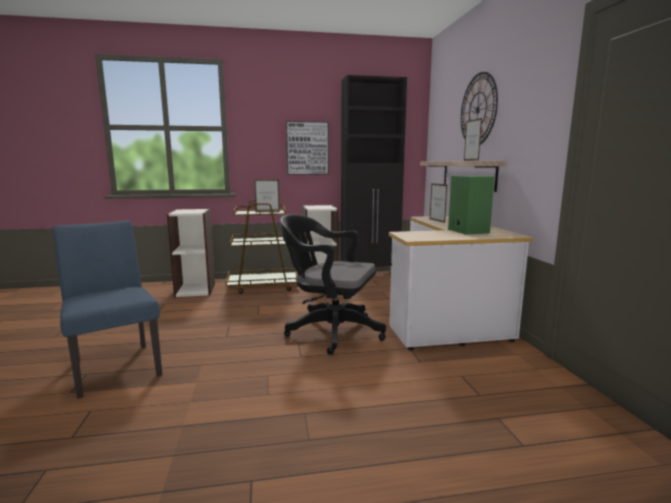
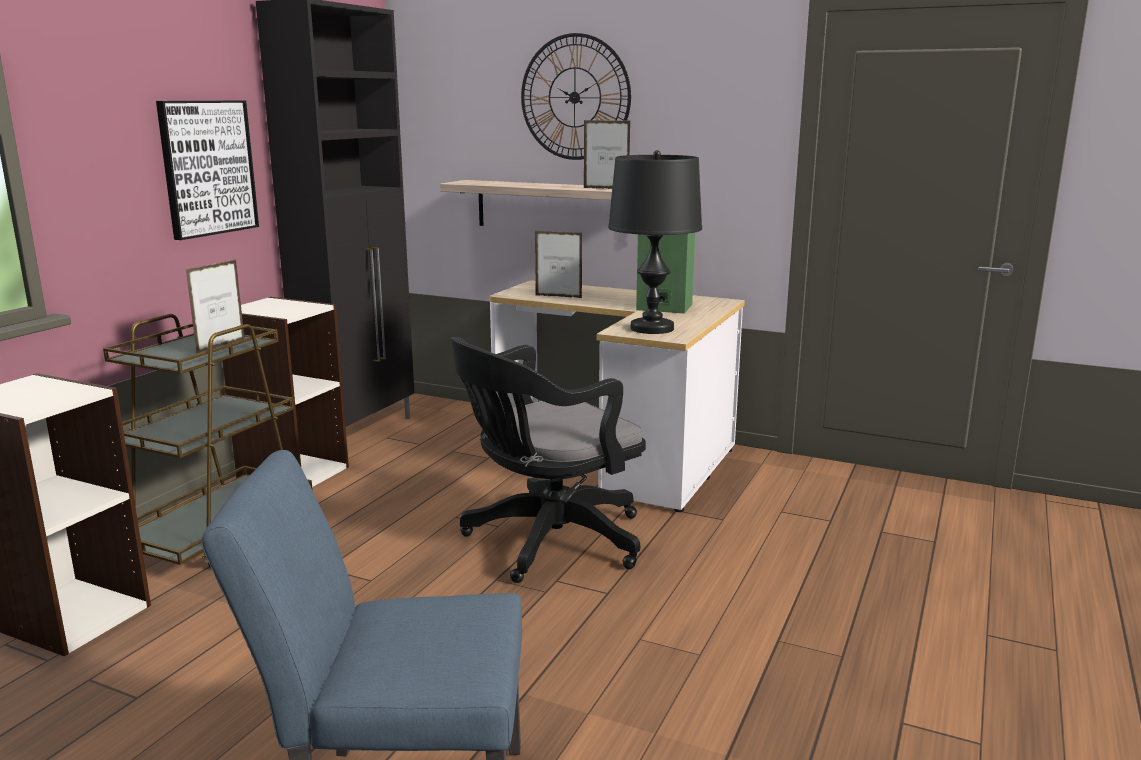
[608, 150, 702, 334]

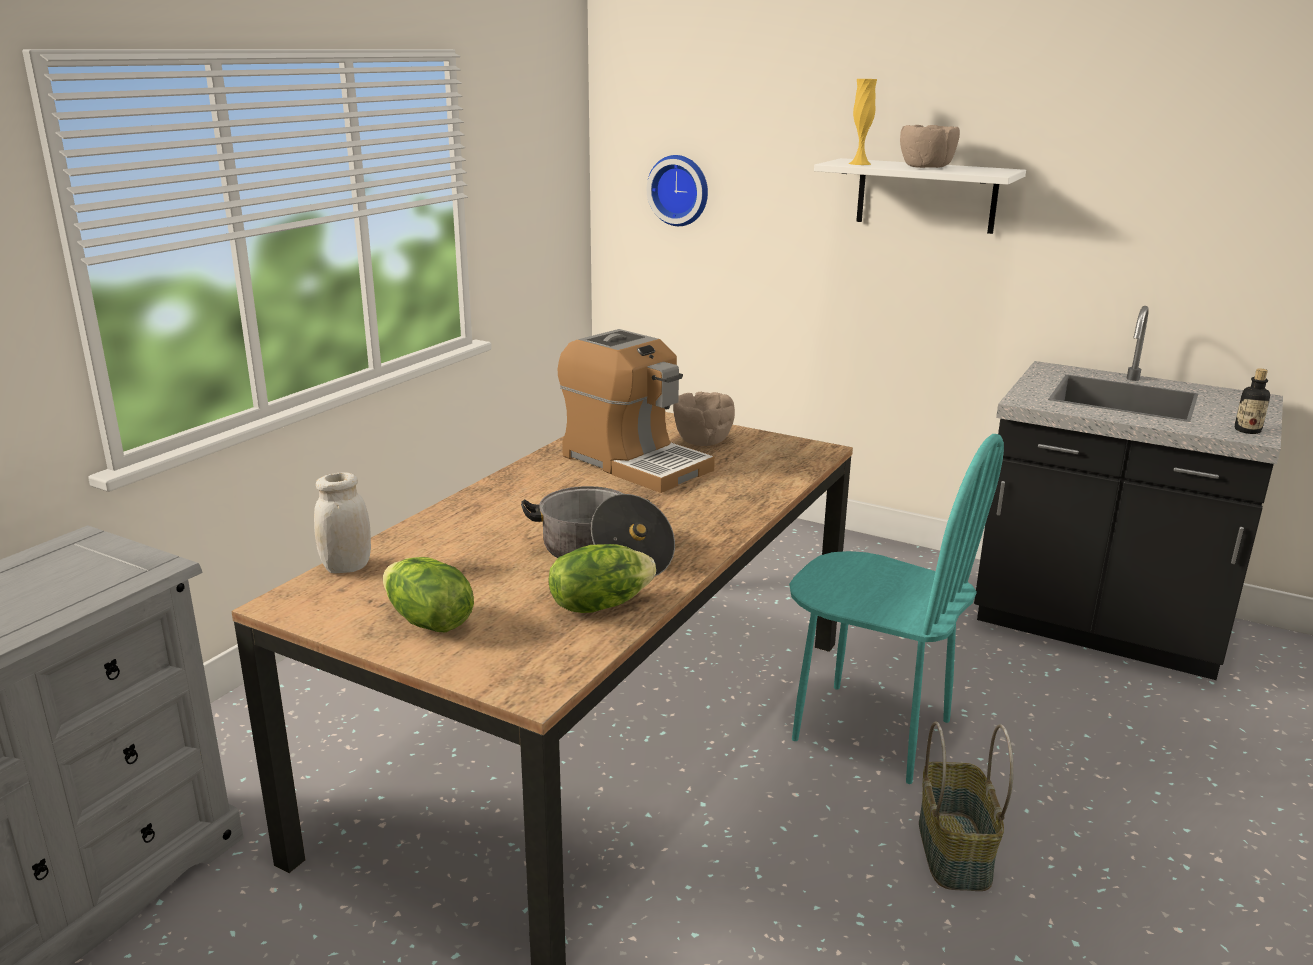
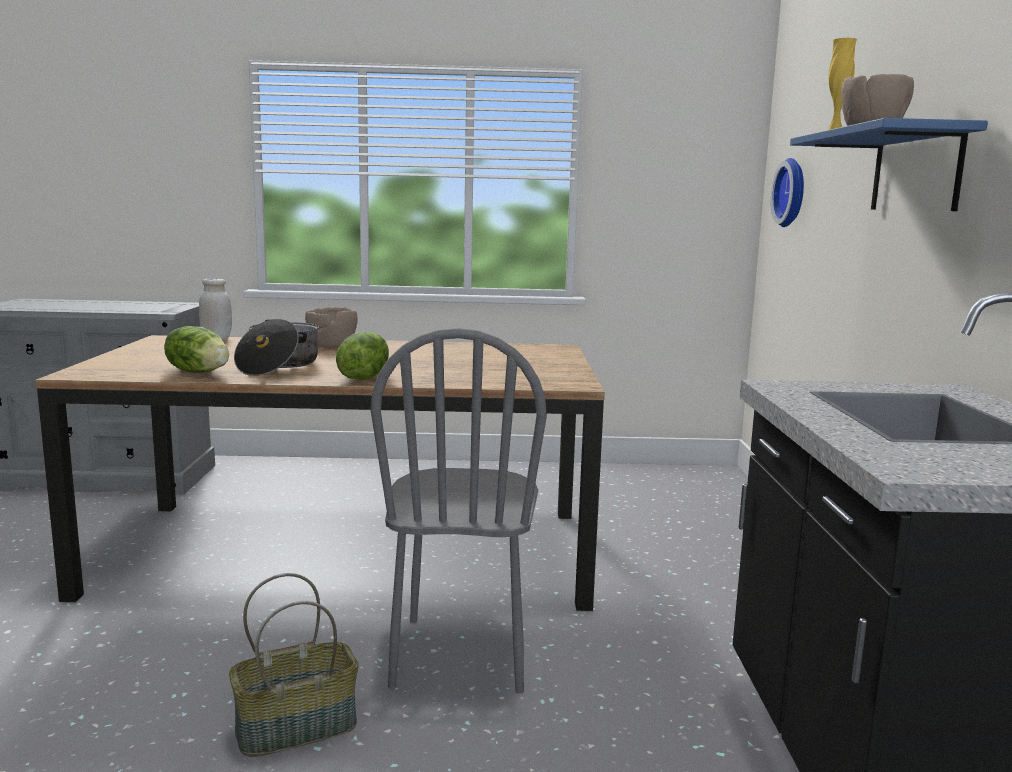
[790, 118, 988, 211]
[558, 329, 715, 493] (first image)
[1235, 368, 1270, 434] (first image)
[305, 307, 358, 347]
[371, 328, 547, 693]
[336, 332, 389, 380]

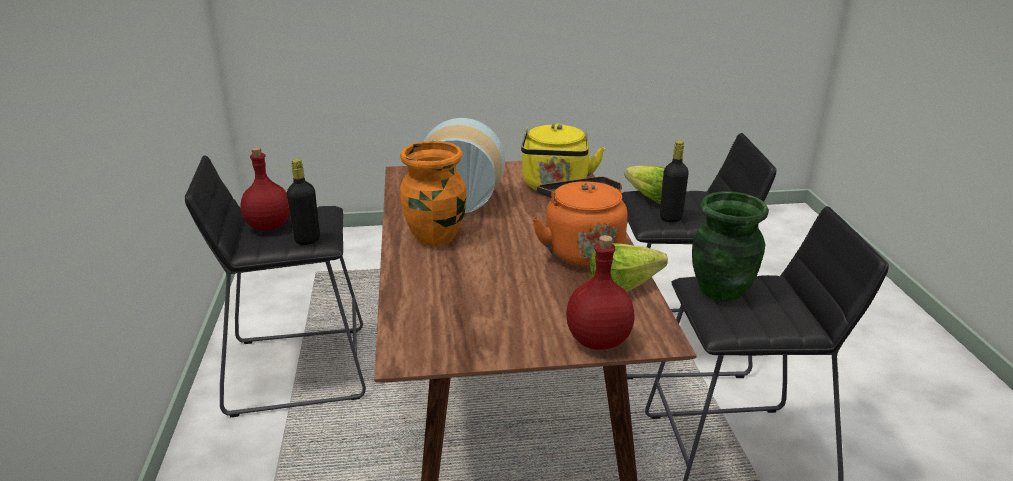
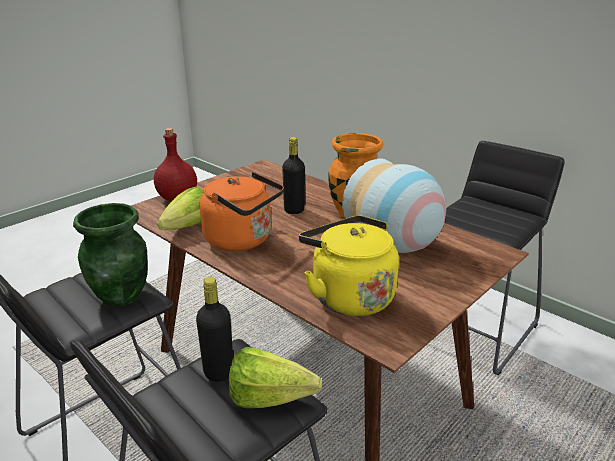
[240, 147, 290, 231] (first image)
[282, 137, 305, 214]

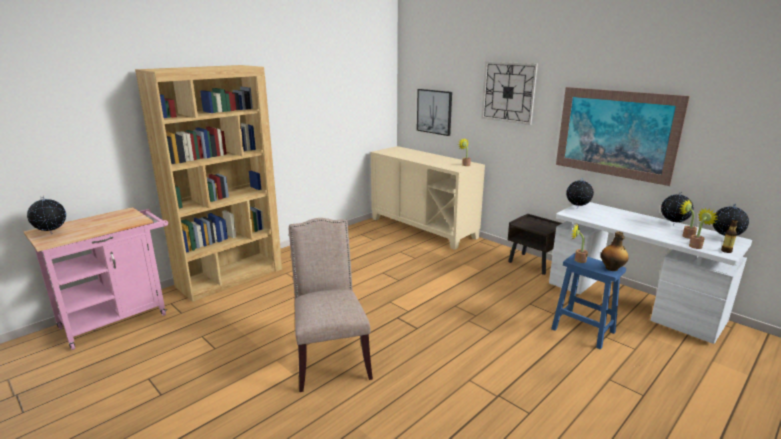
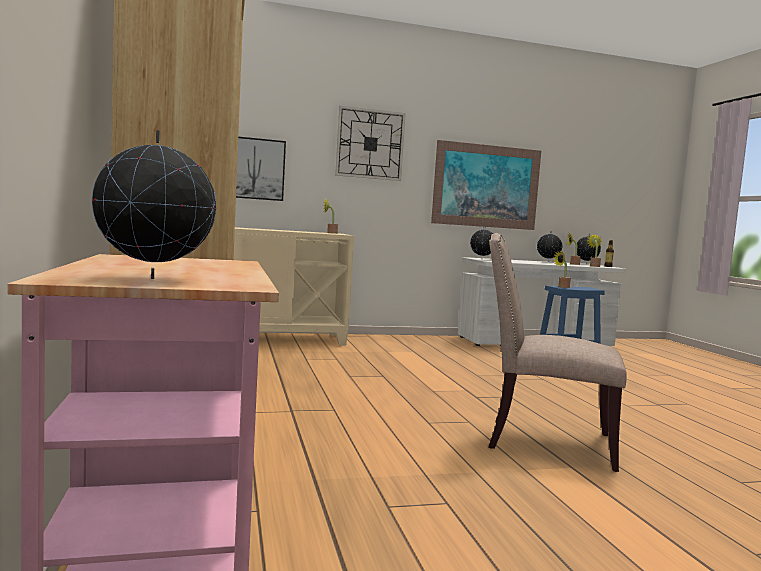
[508, 214, 562, 275] (first image)
[601, 231, 628, 271] (first image)

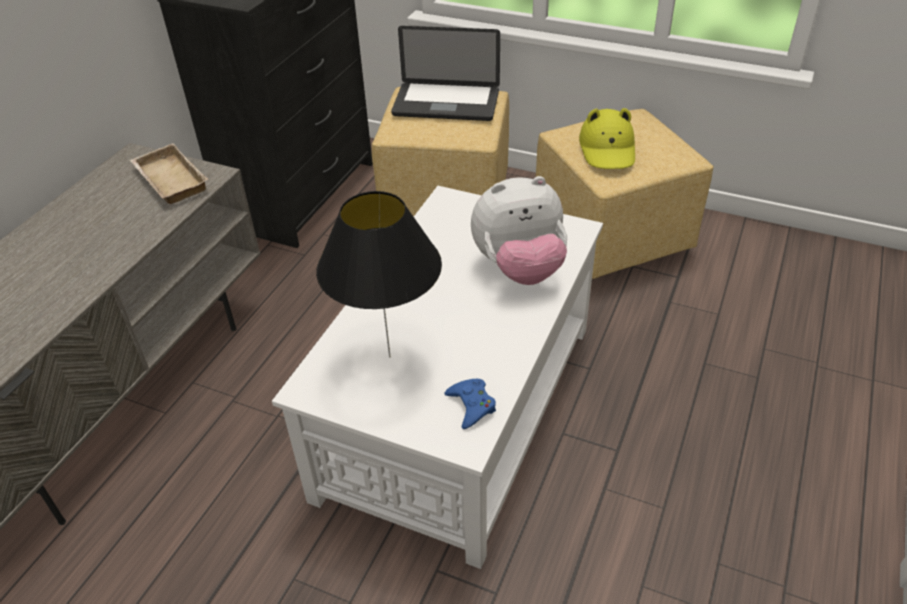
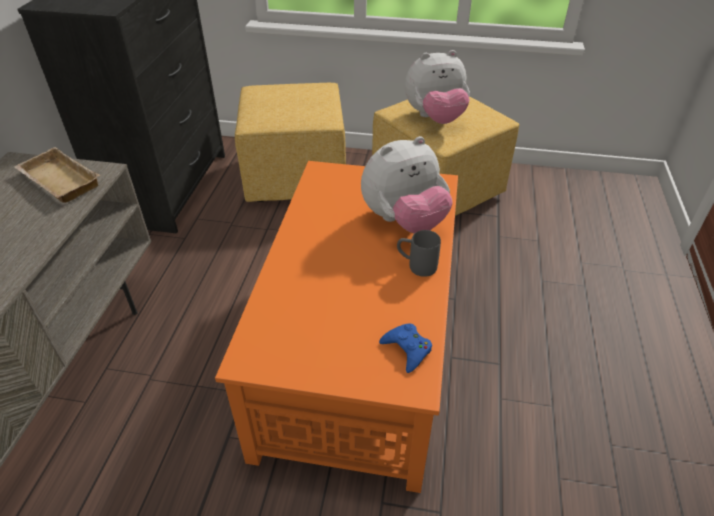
[391, 26, 500, 121] (first image)
[405, 50, 470, 124]
[215, 161, 458, 493]
[316, 191, 442, 357] (first image)
[397, 230, 441, 277]

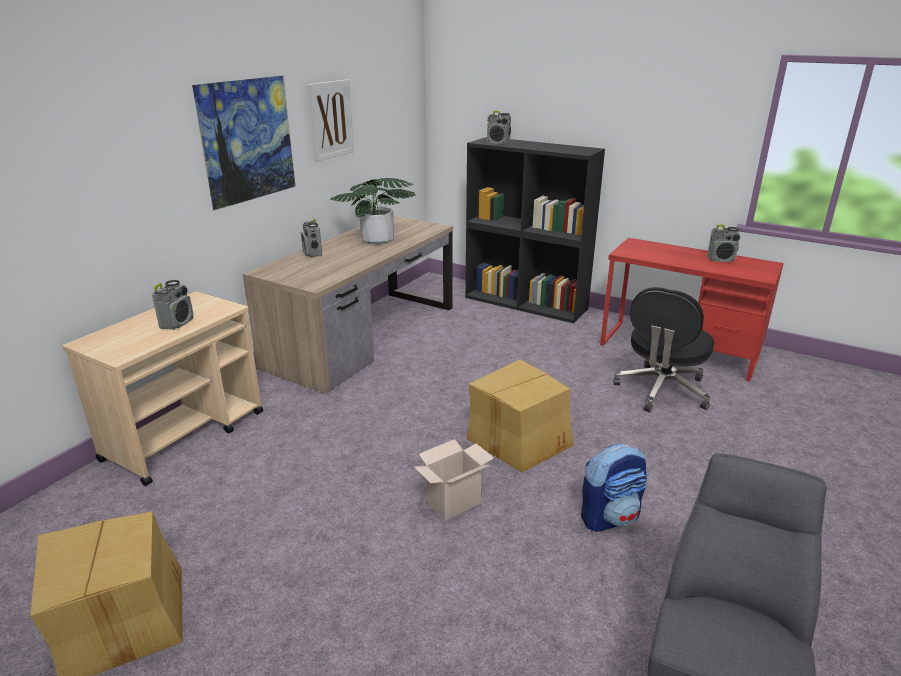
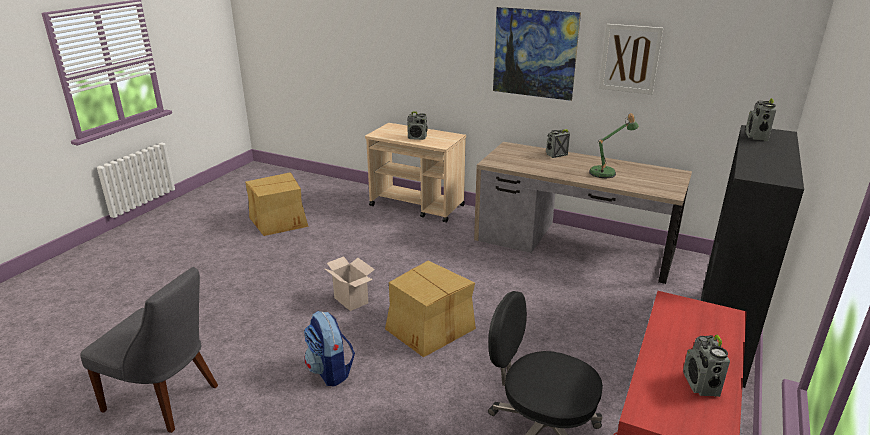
[589, 113, 639, 178]

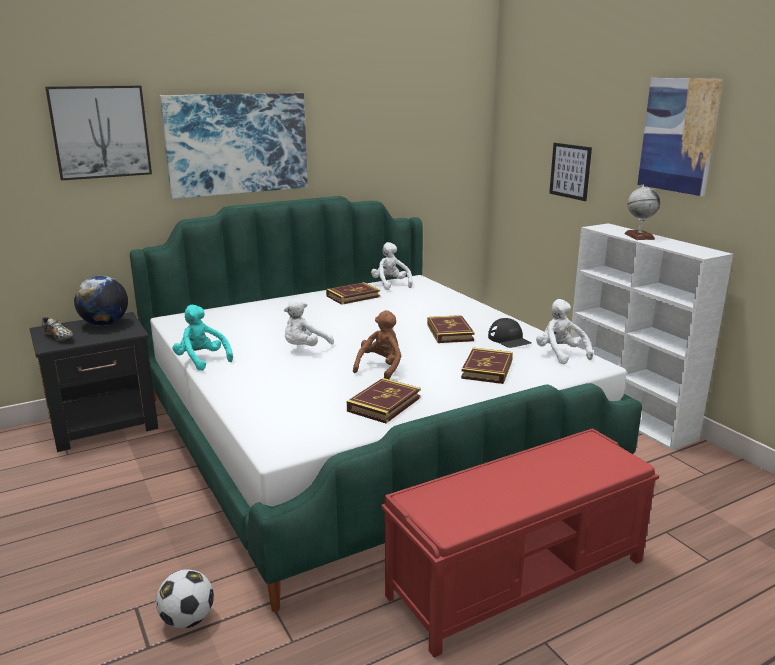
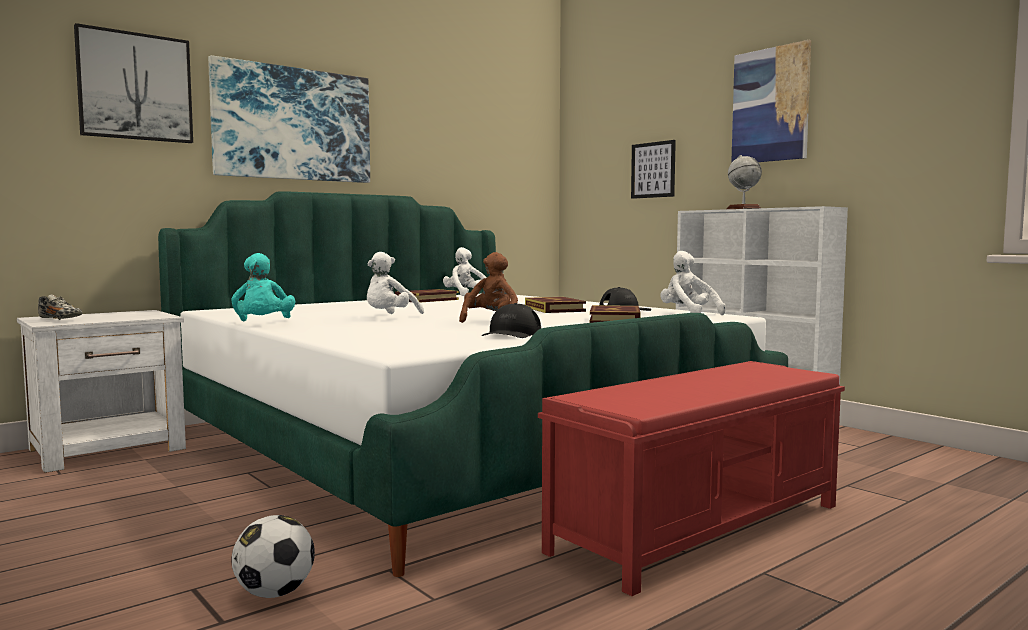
[74, 276, 128, 326] (first image)
[231, 253, 296, 321]
[17, 310, 186, 473]
[482, 303, 541, 338]

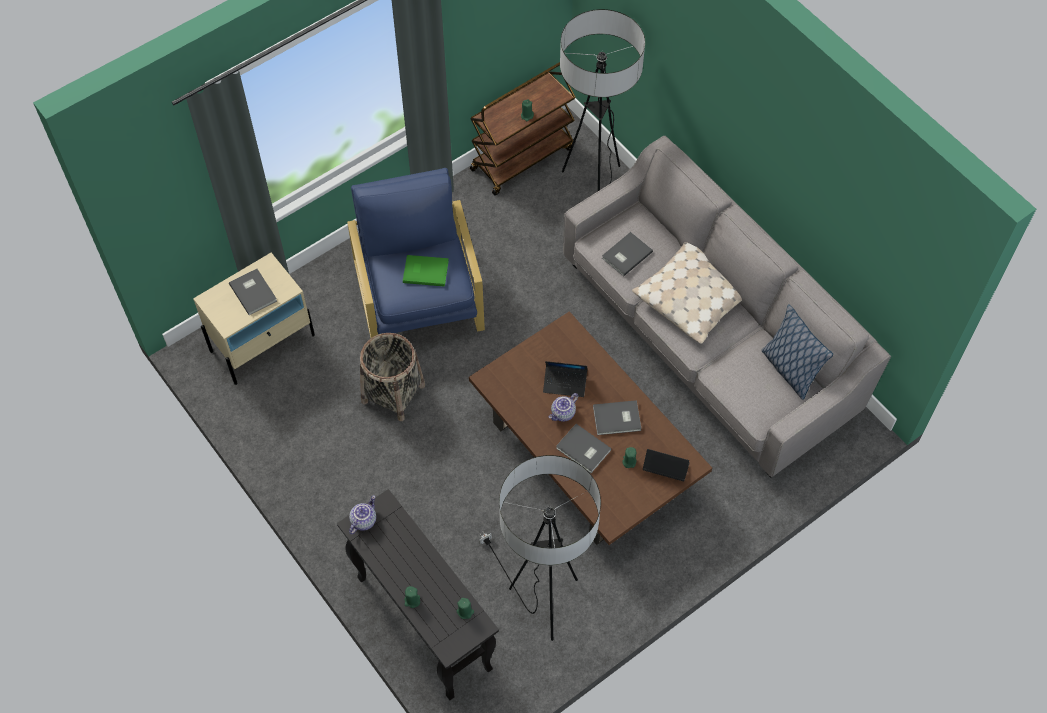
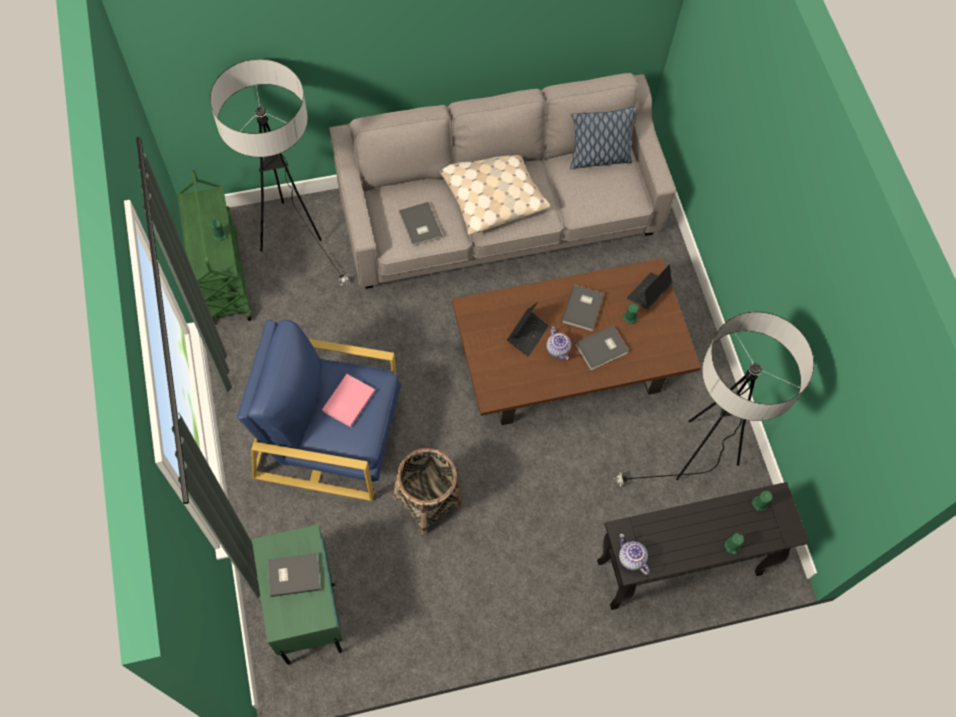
[177, 170, 252, 321]
[252, 525, 343, 665]
[322, 374, 375, 427]

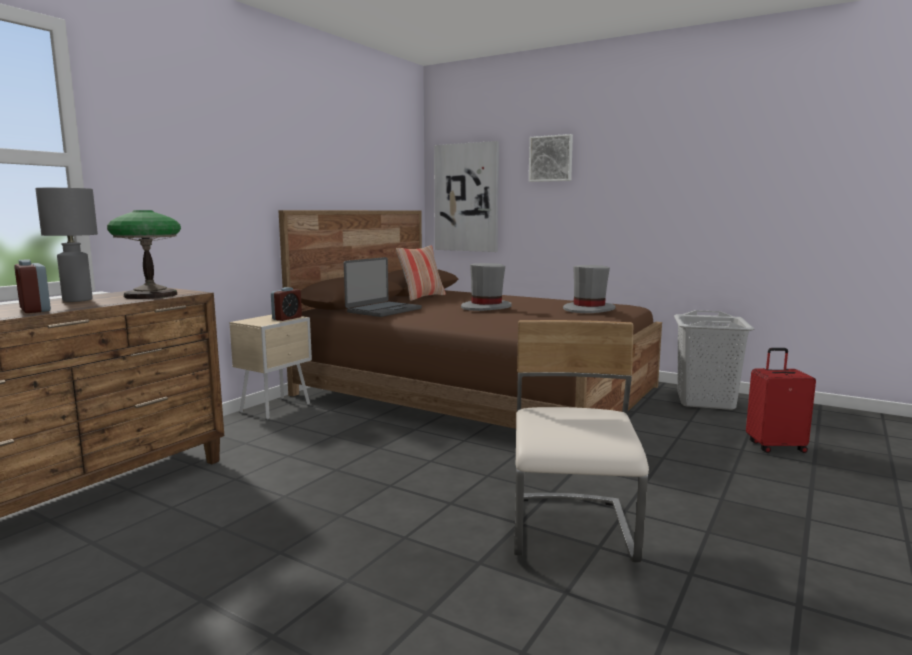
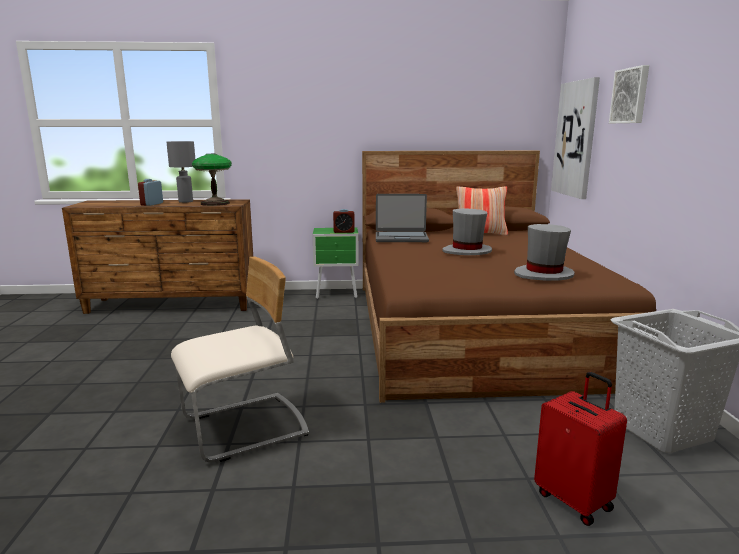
[313, 228, 359, 299]

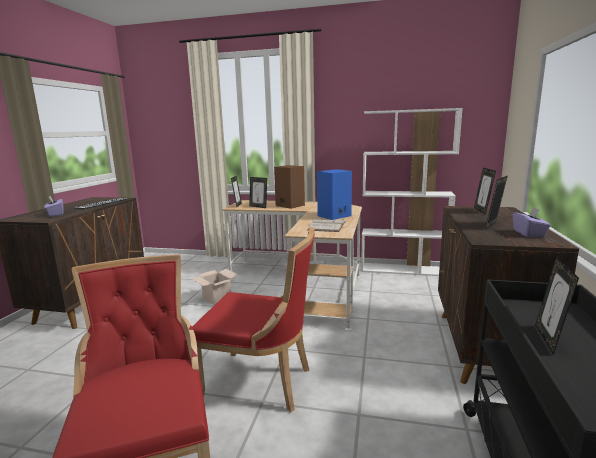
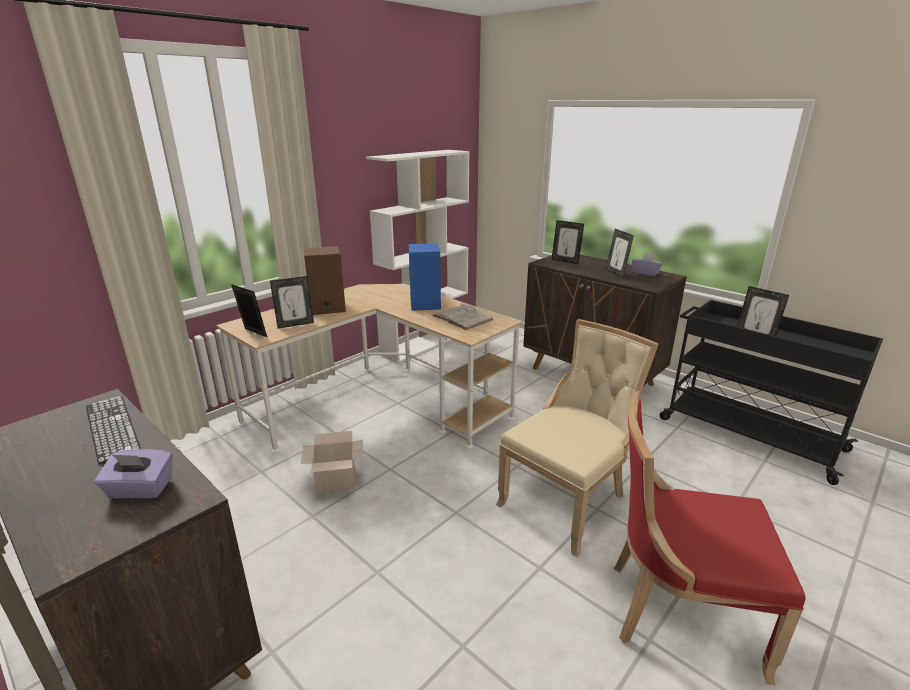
[496, 319, 658, 557]

